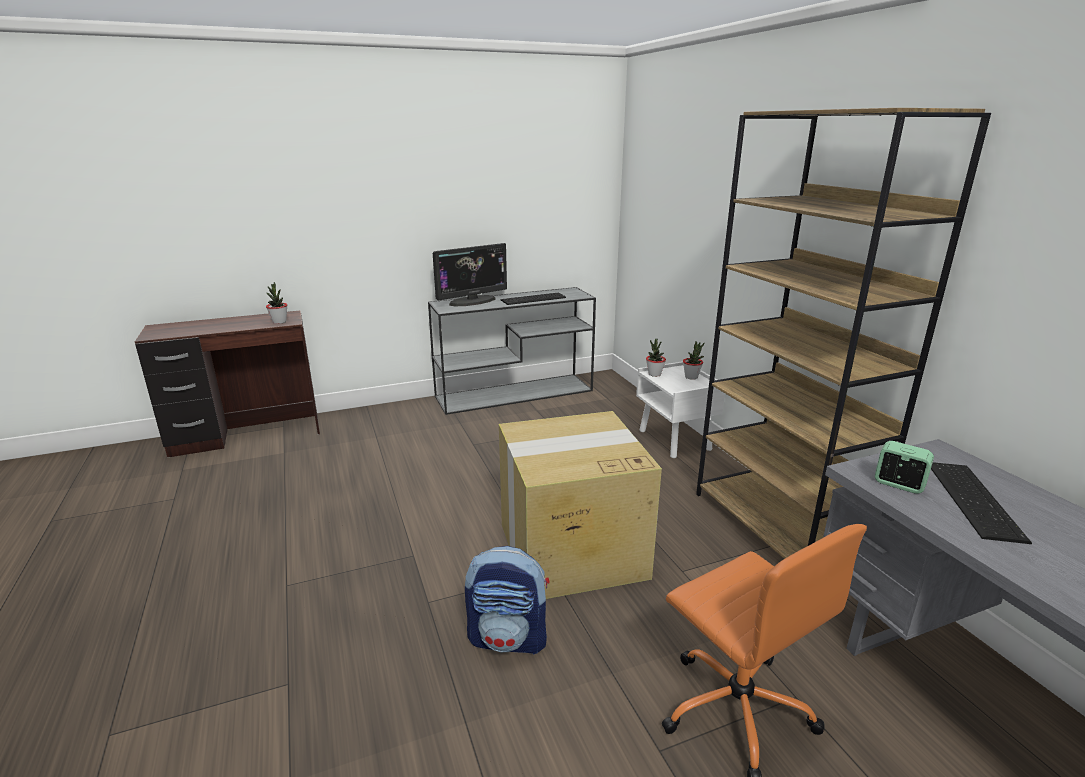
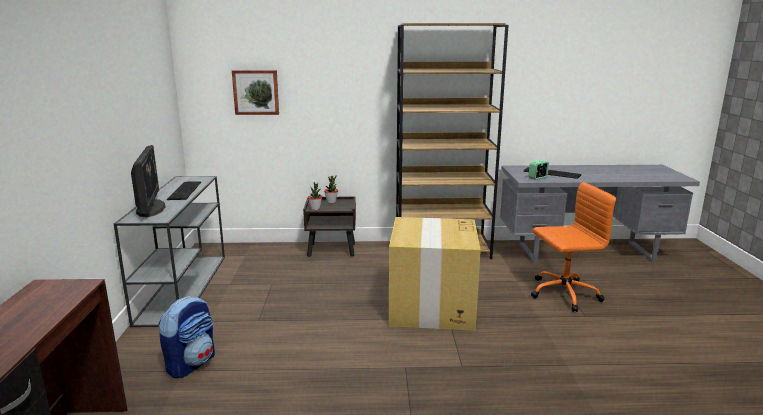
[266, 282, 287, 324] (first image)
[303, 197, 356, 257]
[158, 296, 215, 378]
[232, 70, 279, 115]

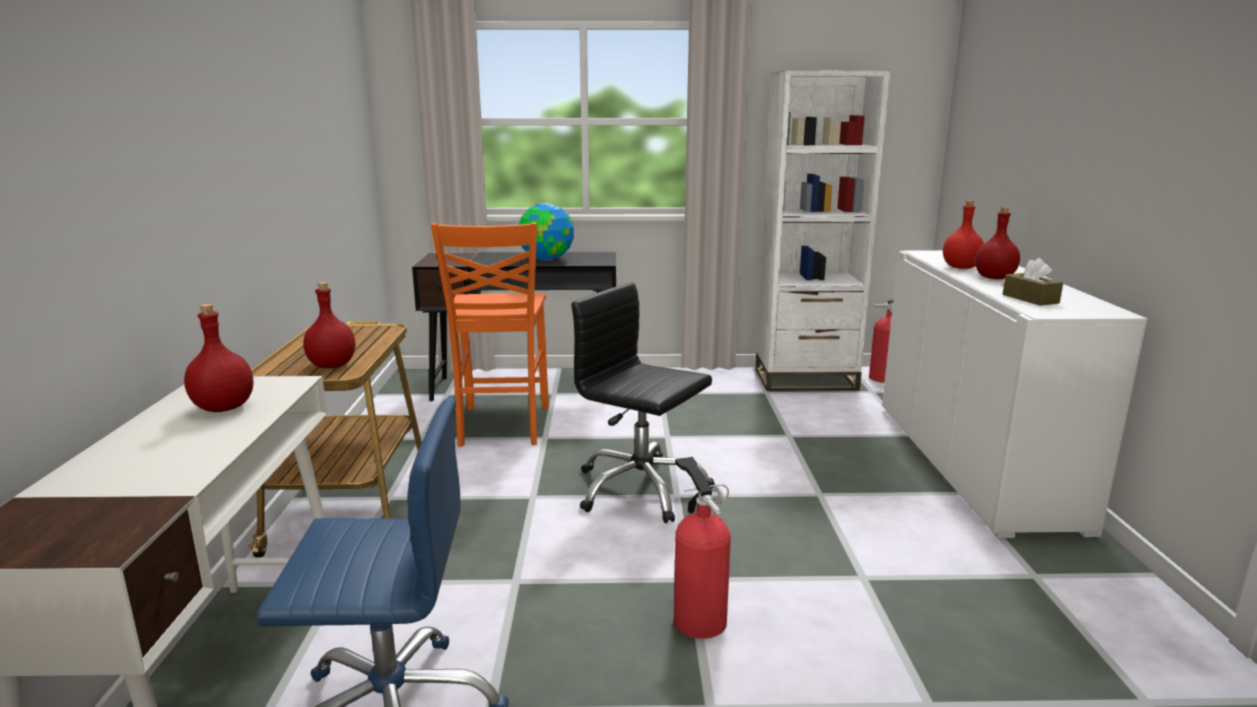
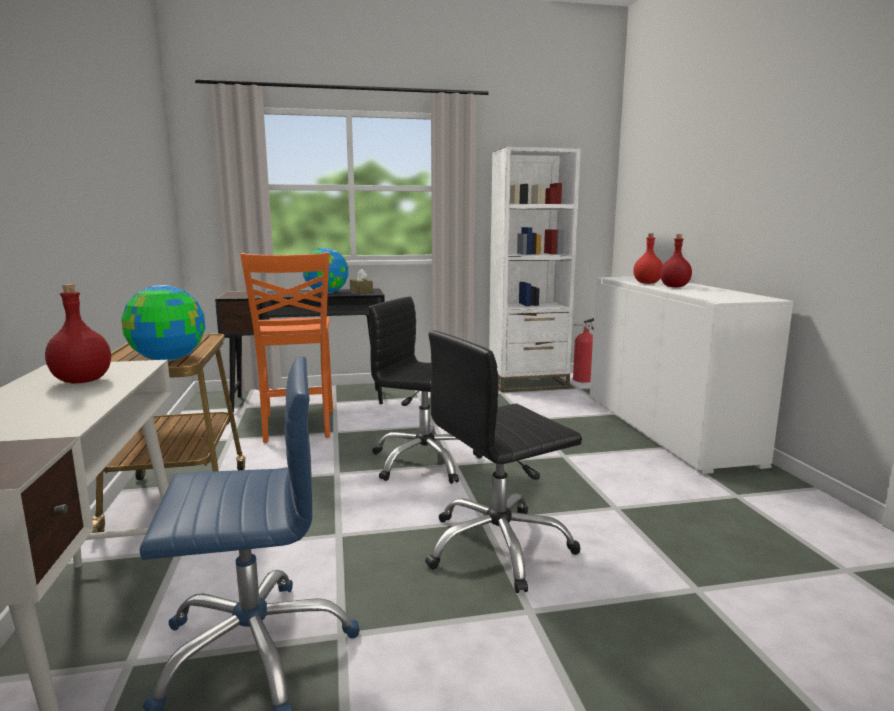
[350, 269, 373, 293]
[121, 285, 205, 361]
[425, 331, 582, 593]

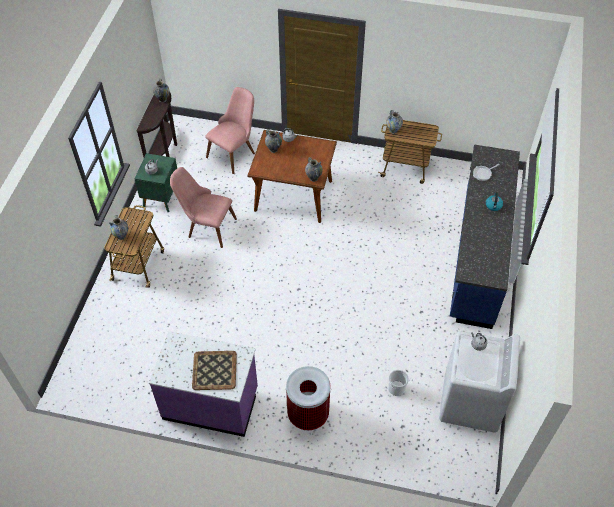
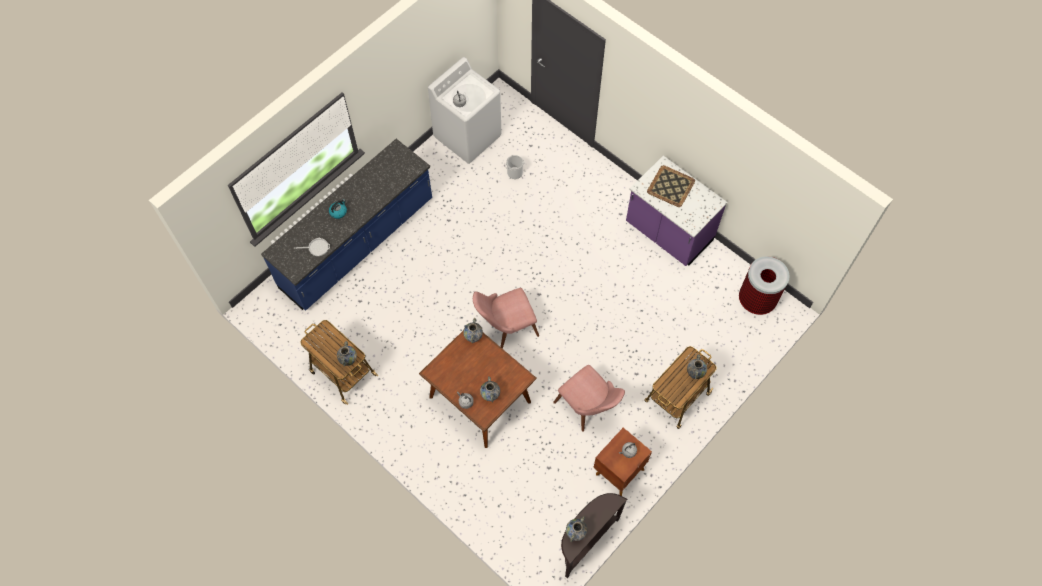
[473, 288, 539, 349]
[593, 428, 652, 496]
[739, 256, 790, 315]

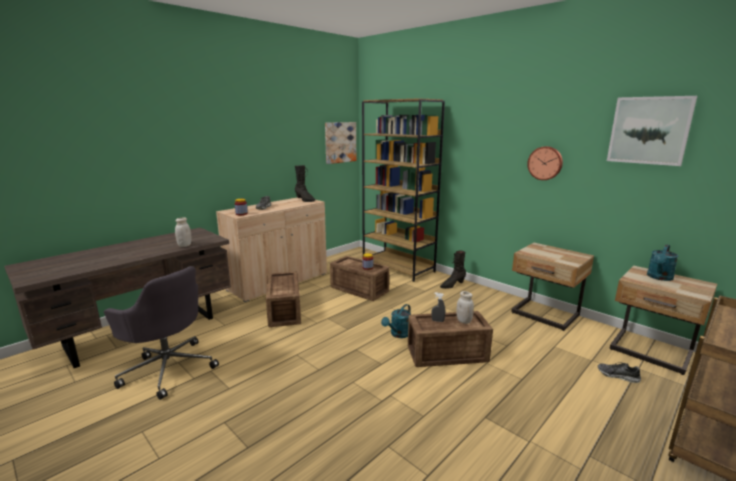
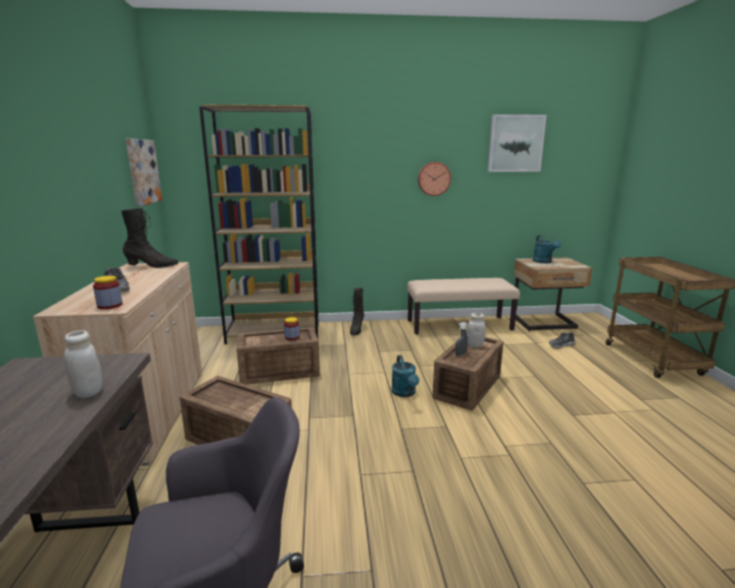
[407, 278, 520, 334]

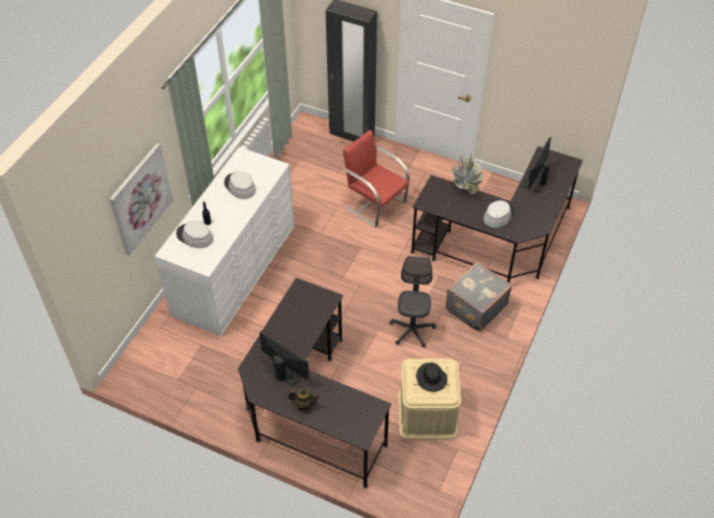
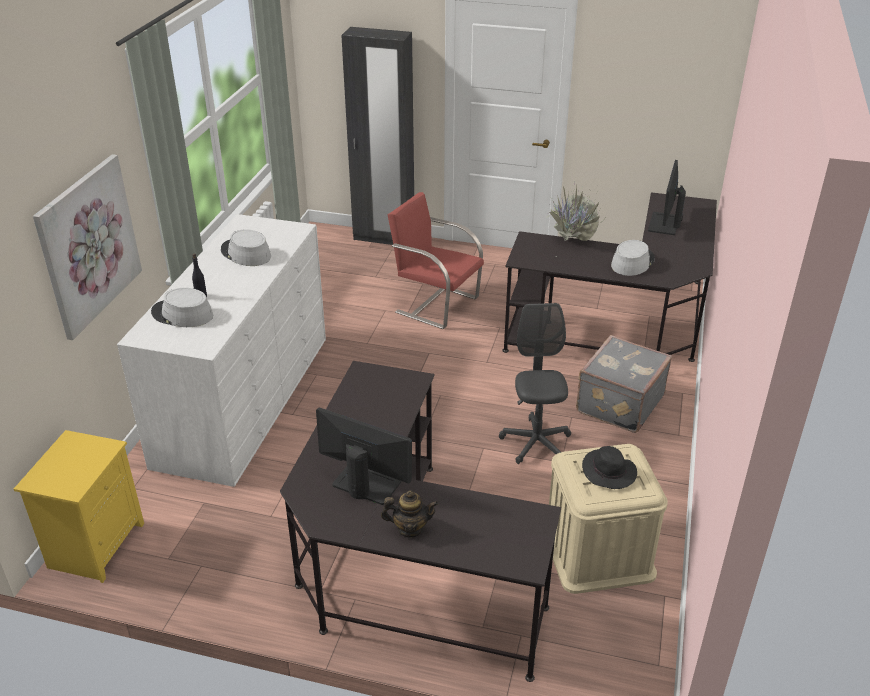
[14, 430, 144, 583]

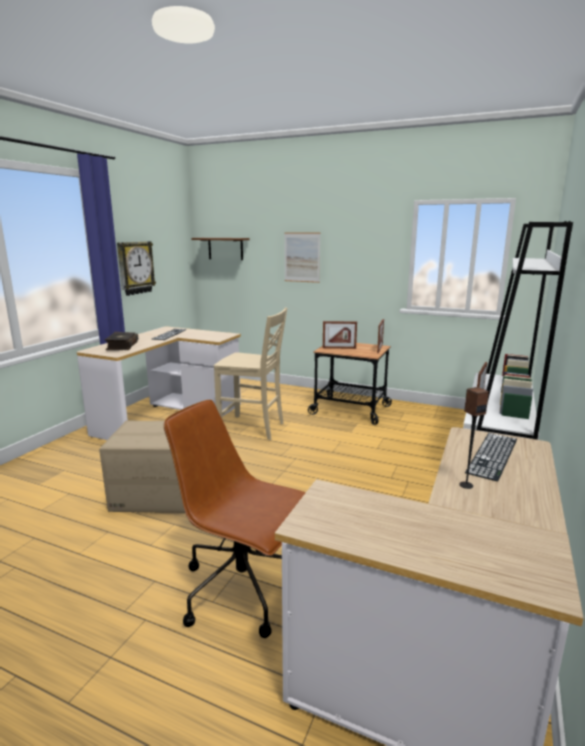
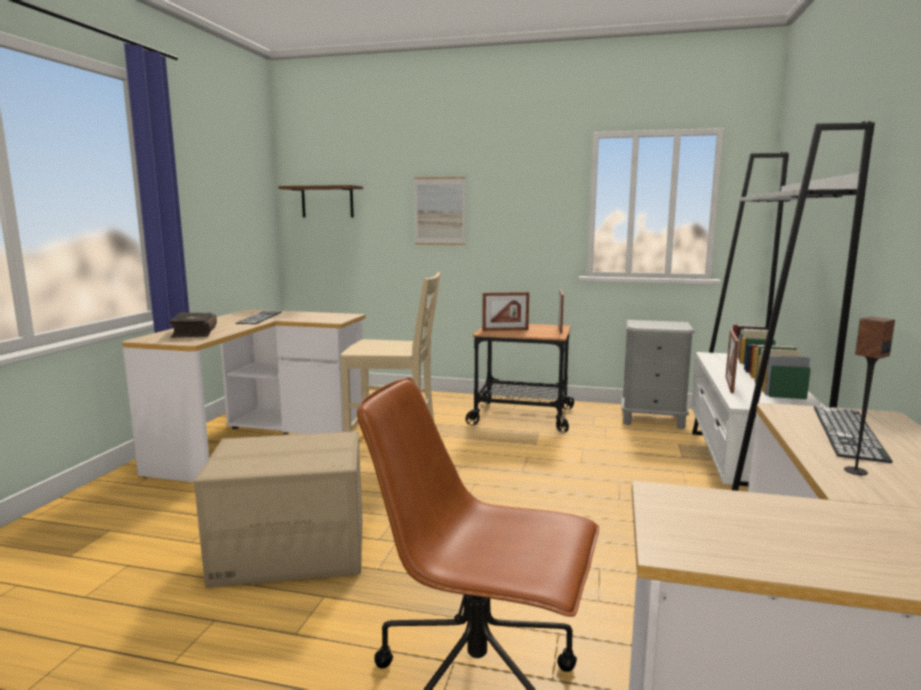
[117, 241, 156, 296] (first image)
[621, 320, 695, 429]

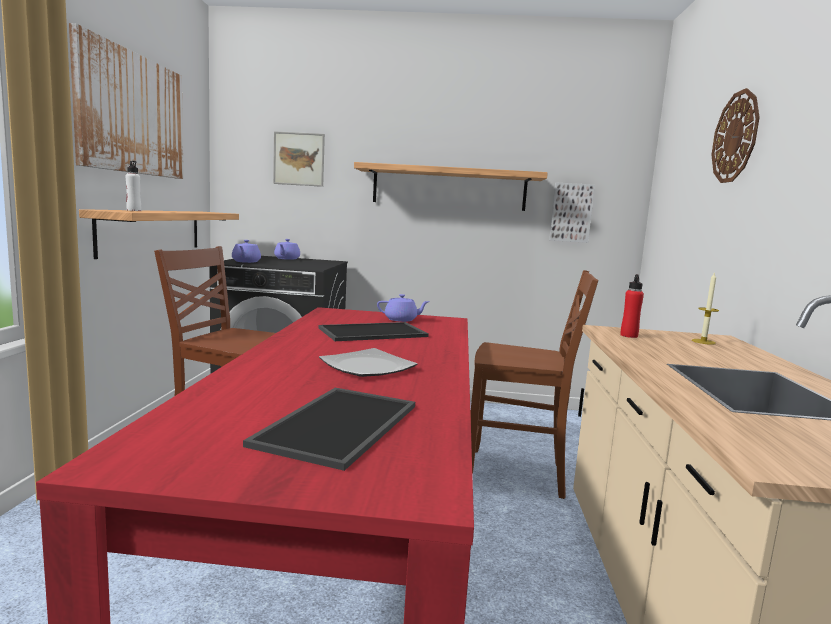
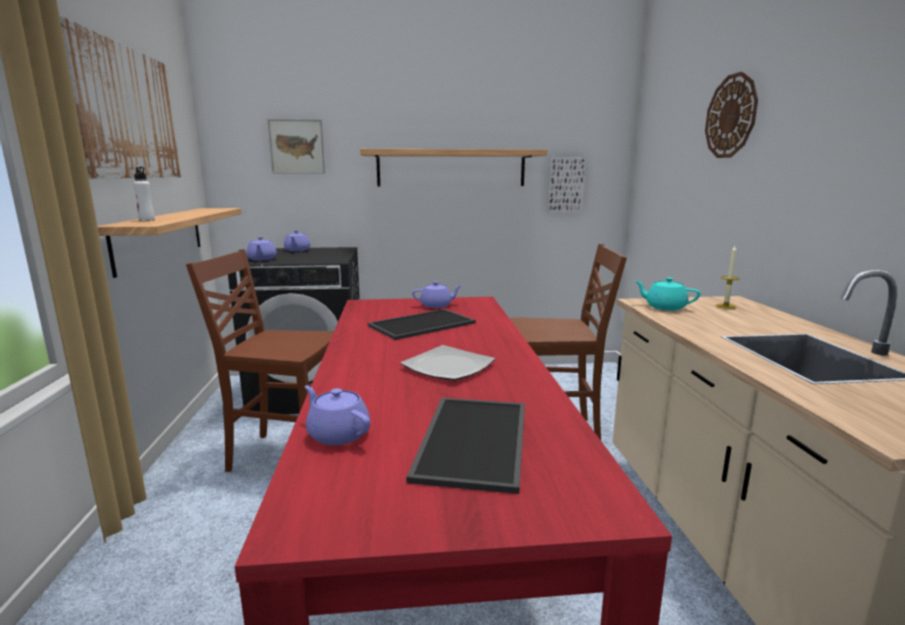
[634, 277, 700, 311]
[305, 385, 370, 445]

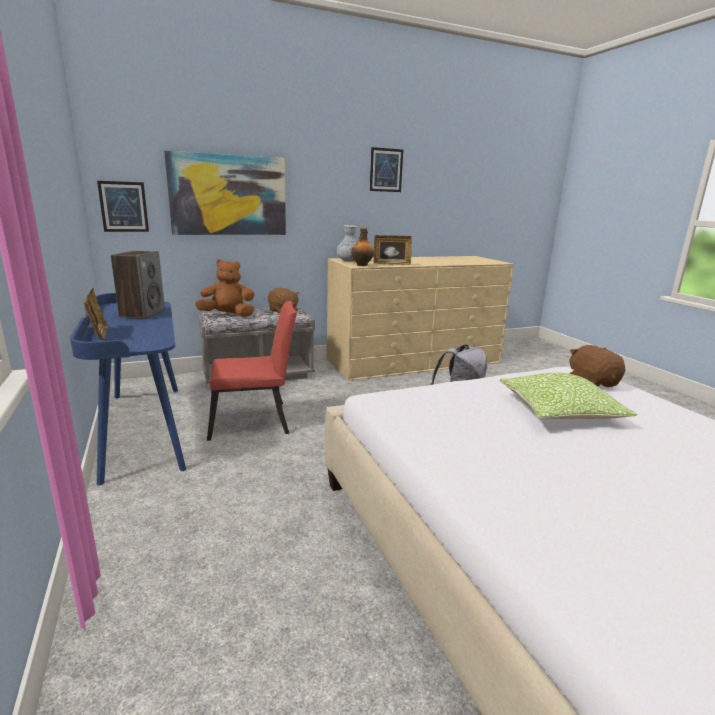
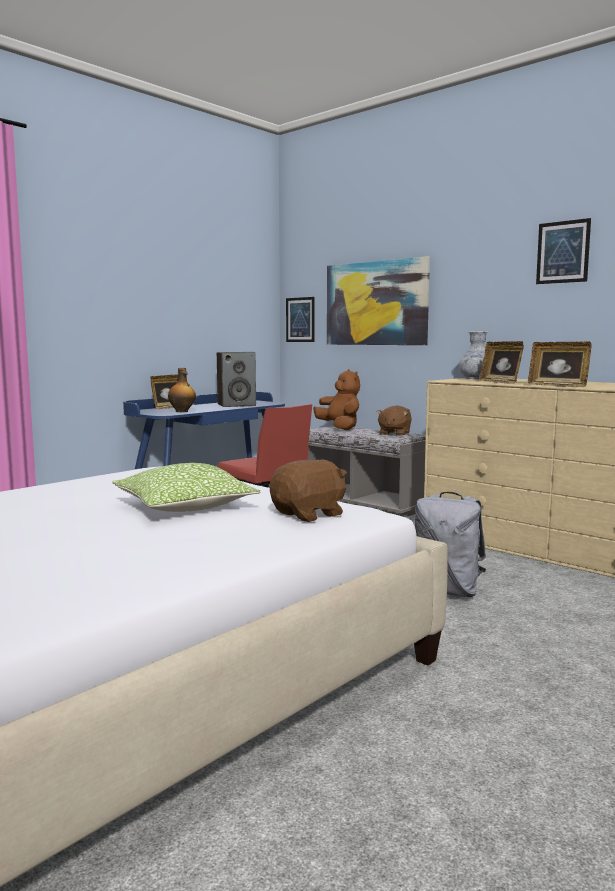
[168, 368, 196, 412]
[528, 342, 592, 387]

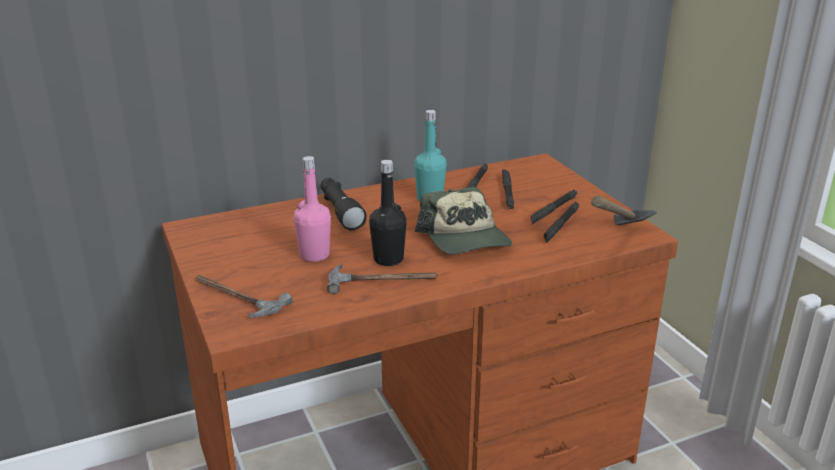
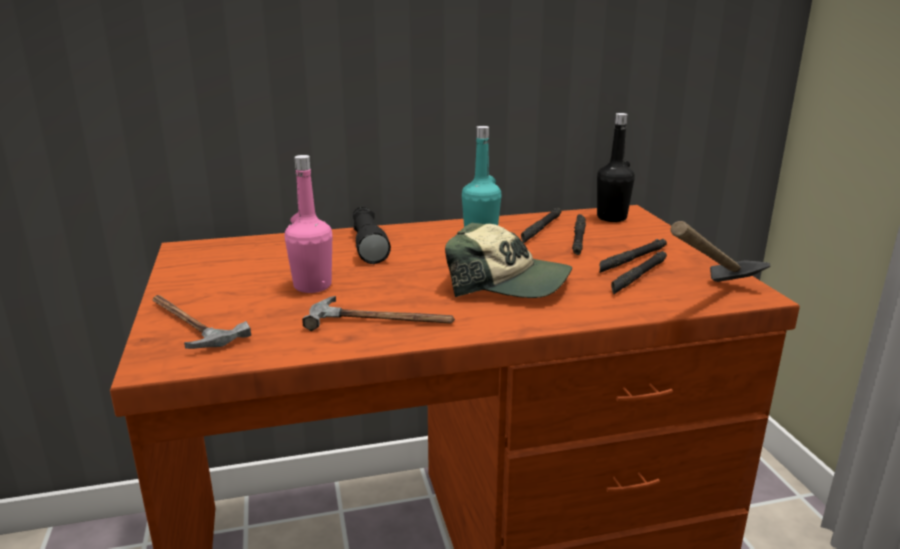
[597, 113, 635, 222]
[445, 222, 572, 298]

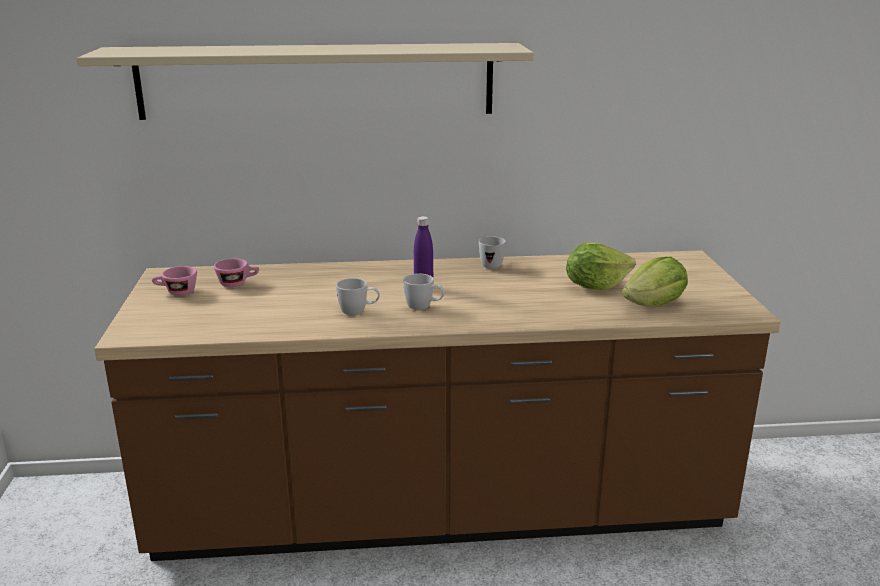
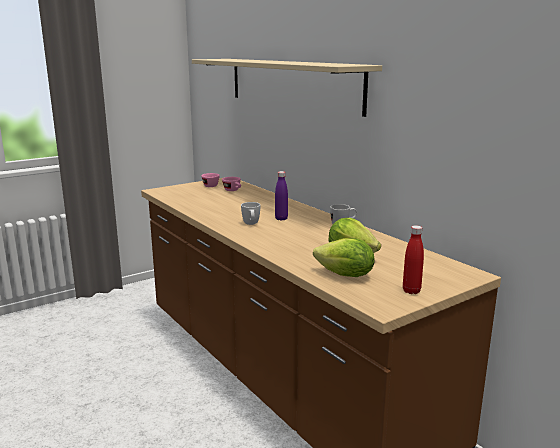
[336, 278, 380, 315] (first image)
[403, 225, 424, 294]

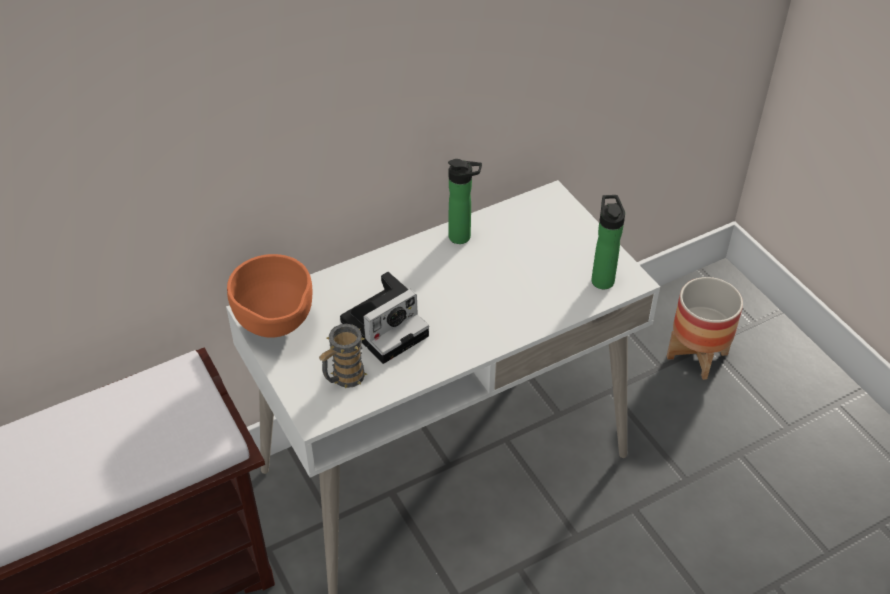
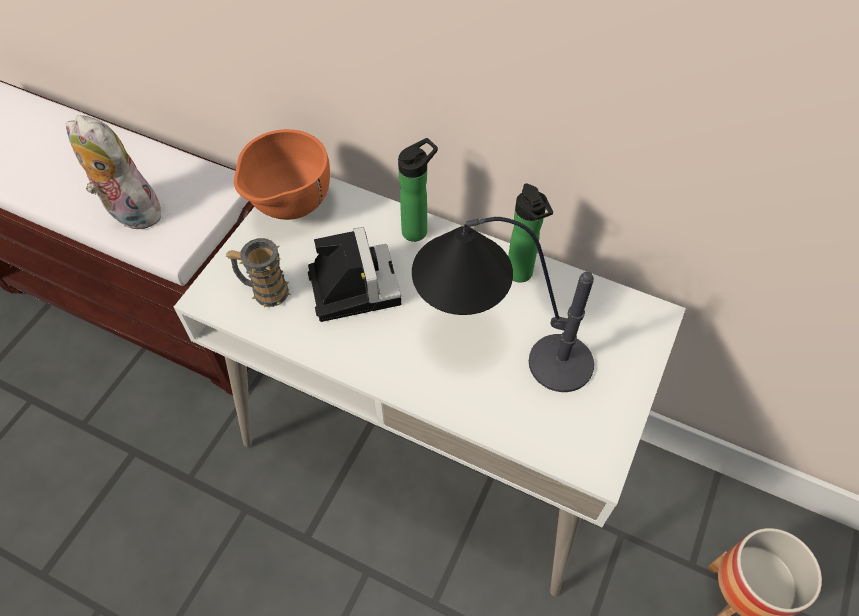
[398, 138, 438, 242]
[308, 227, 401, 322]
[66, 115, 168, 230]
[412, 217, 594, 392]

